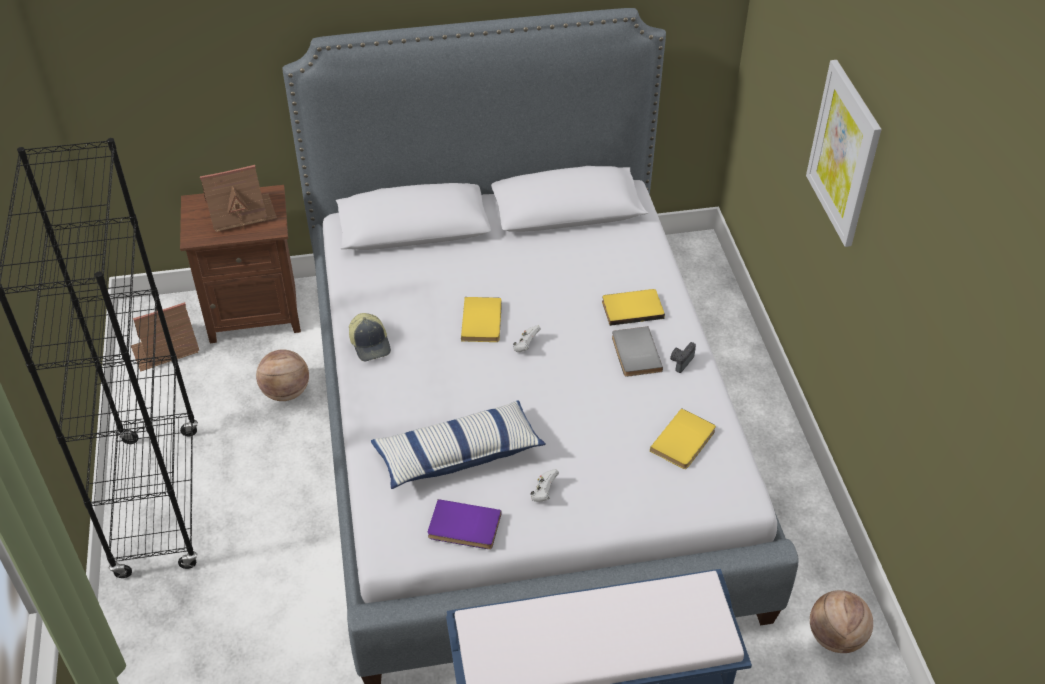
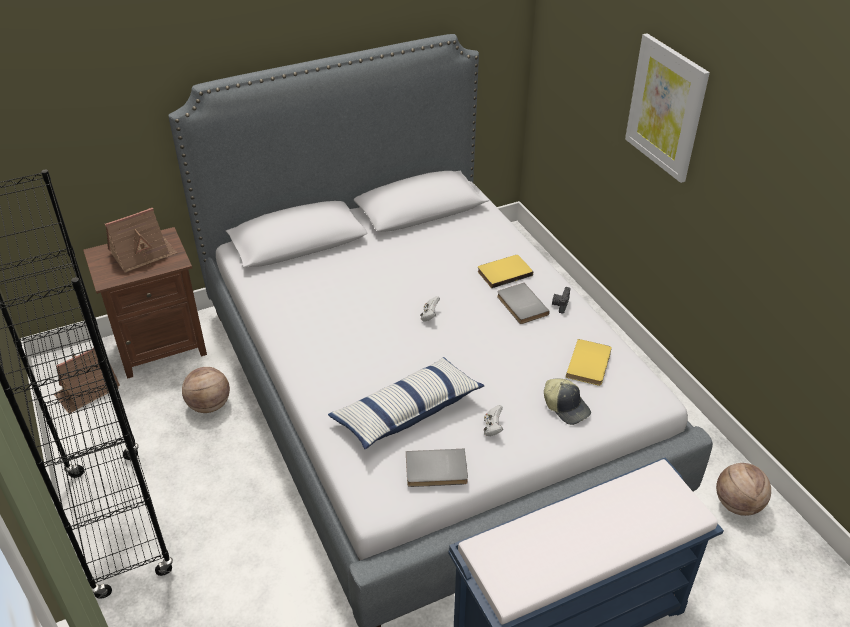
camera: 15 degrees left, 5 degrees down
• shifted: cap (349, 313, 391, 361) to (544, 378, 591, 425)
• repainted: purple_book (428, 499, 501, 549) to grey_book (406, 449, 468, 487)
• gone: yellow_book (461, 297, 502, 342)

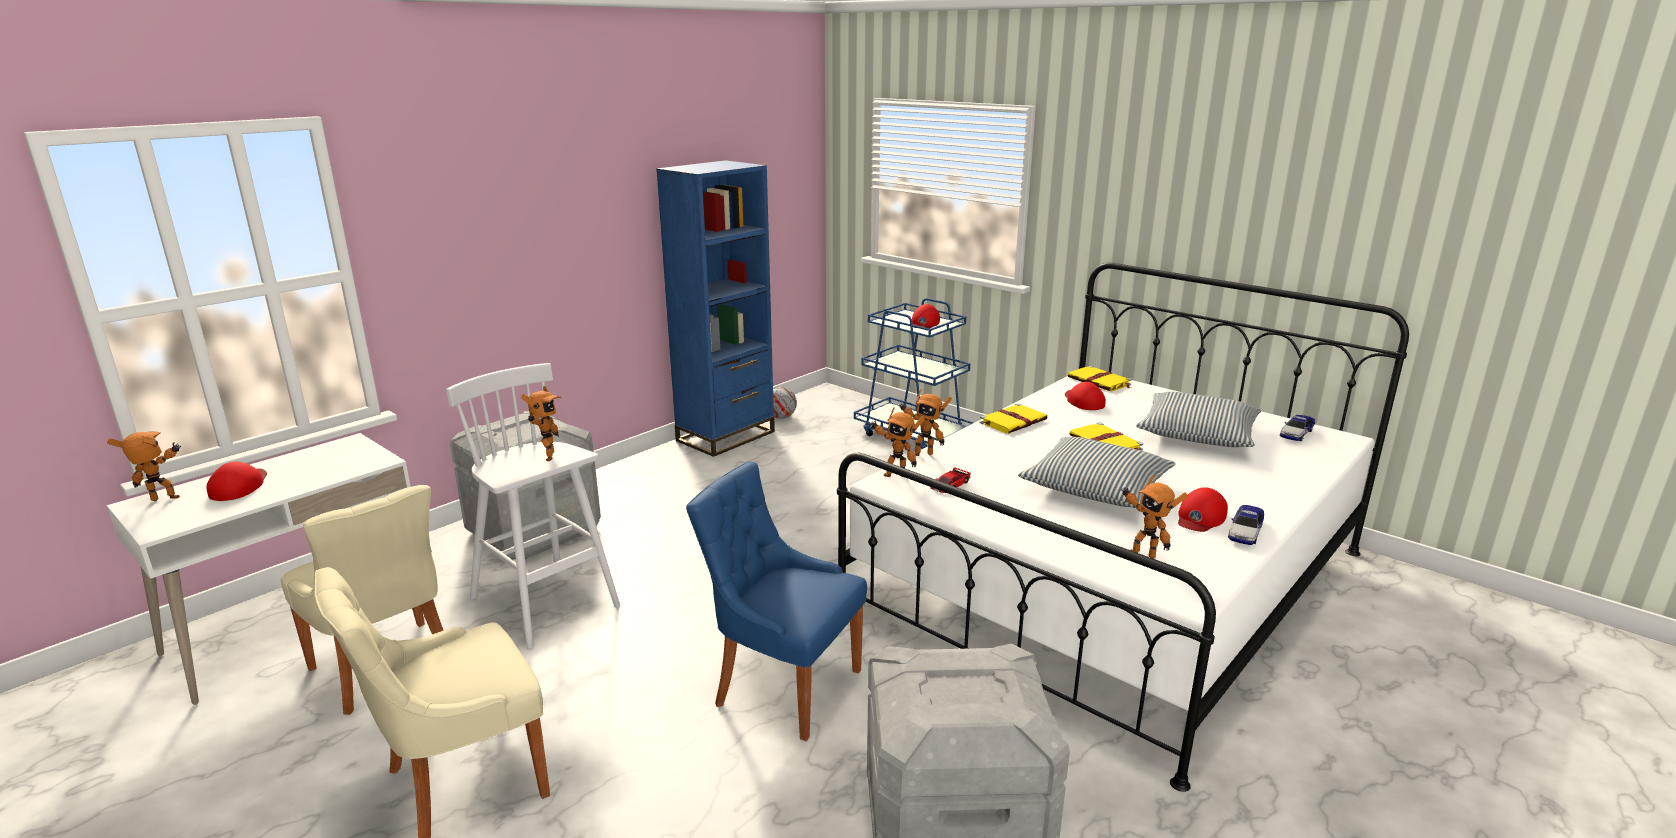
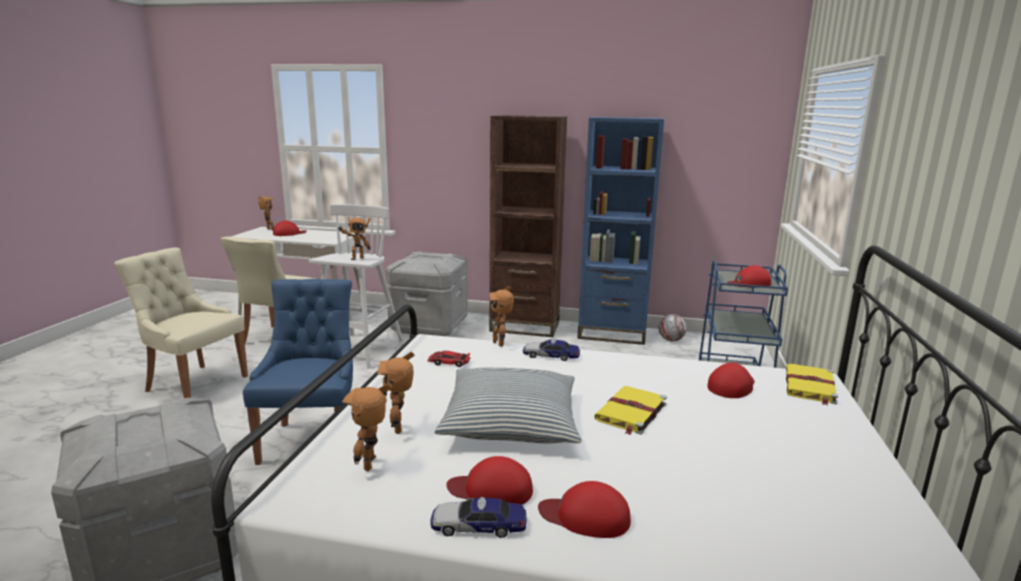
camera: 60 degrees right, 5 degrees down
• shifted: toy_robot (870, 407, 925, 477) to (377, 352, 414, 434)
• gone: yellow_book (980, 403, 1048, 434)
• gone: pillow (1136, 392, 1261, 447)
• shifted: toy_car (1280, 415, 1315, 441) to (523, 339, 580, 361)
• new: brown_bookcase (489, 115, 567, 337)
• new: red_cap (538, 481, 631, 538)

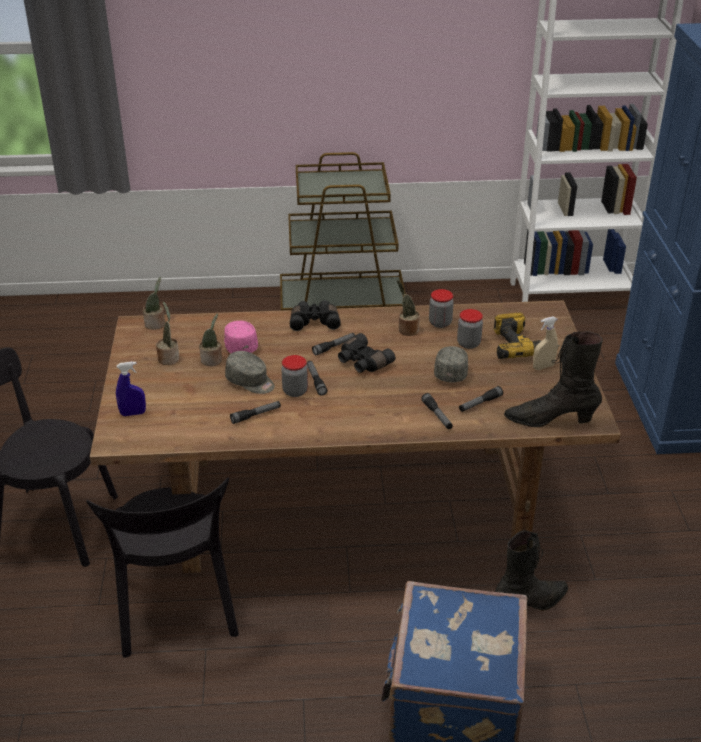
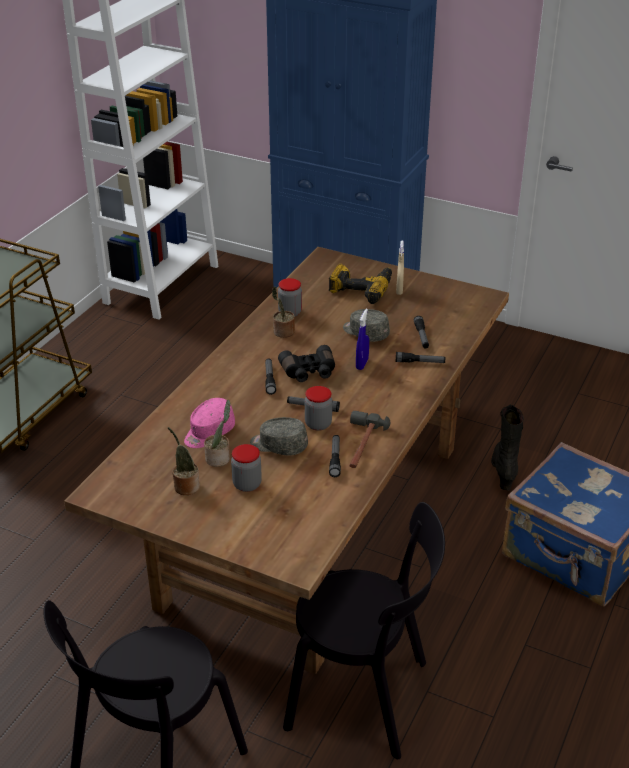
camera: 60 degrees left, 0 degrees up
• shifted: blue_spray_bottle (116, 361, 146, 416) to (356, 309, 369, 370)
• gone: potted_plant (143, 277, 165, 330)
• rotated: pink_cap (224, 321, 258, 353) = (184, 398, 235, 448) 60 degrees counterclockwise
• rotated: grey_cap (225, 351, 275, 394) = (250, 417, 308, 455) 135 degrees counterclockwise
• gone: black_binoculars (290, 300, 341, 331)
• shifted: jar (457, 309, 483, 349) to (231, 444, 262, 492)
• gone: black_boot (504, 331, 603, 427)
• new: hammer (349, 410, 390, 468)

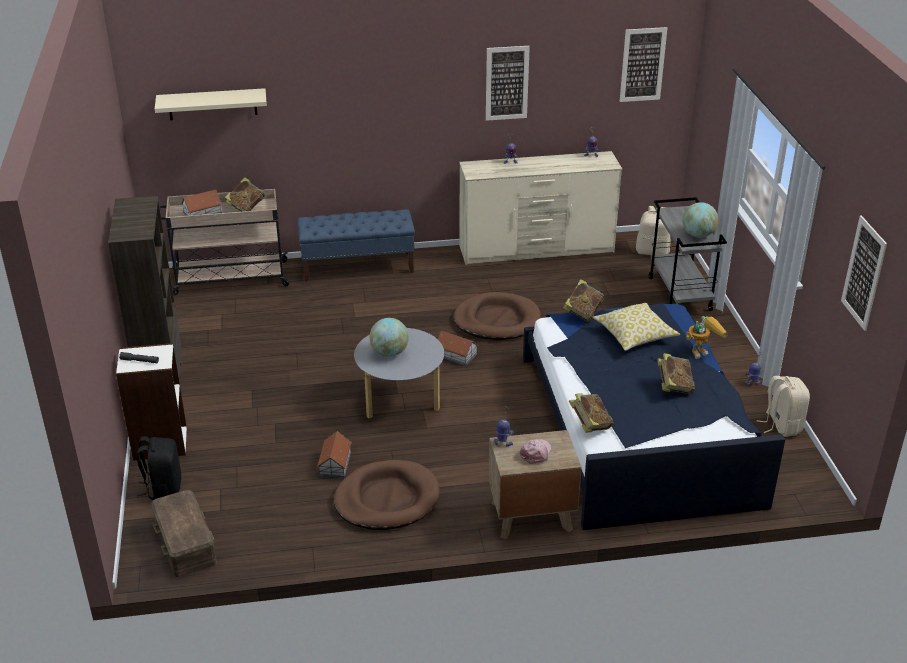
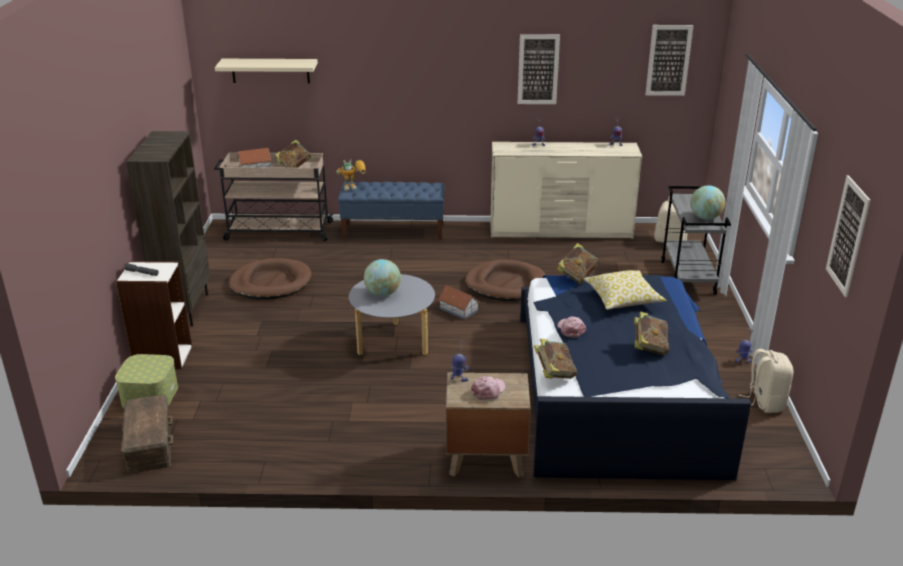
camera: 10 degrees right, 5 degrees down
• swapped: black_backpack (137, 436, 182, 500) to storage_box (115, 354, 178, 408)
• gone: toy_house (317, 431, 352, 478)
• shifted: brown_dog_bed (334, 460, 440, 530) to (229, 258, 312, 299)
• shifted: toy_robot (686, 316, 728, 359) to (336, 159, 366, 191)
• new: pink_cap (557, 316, 586, 338)

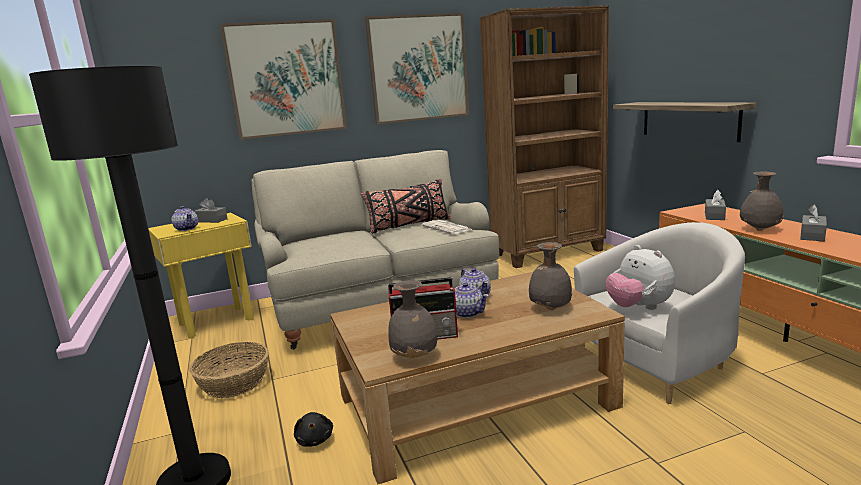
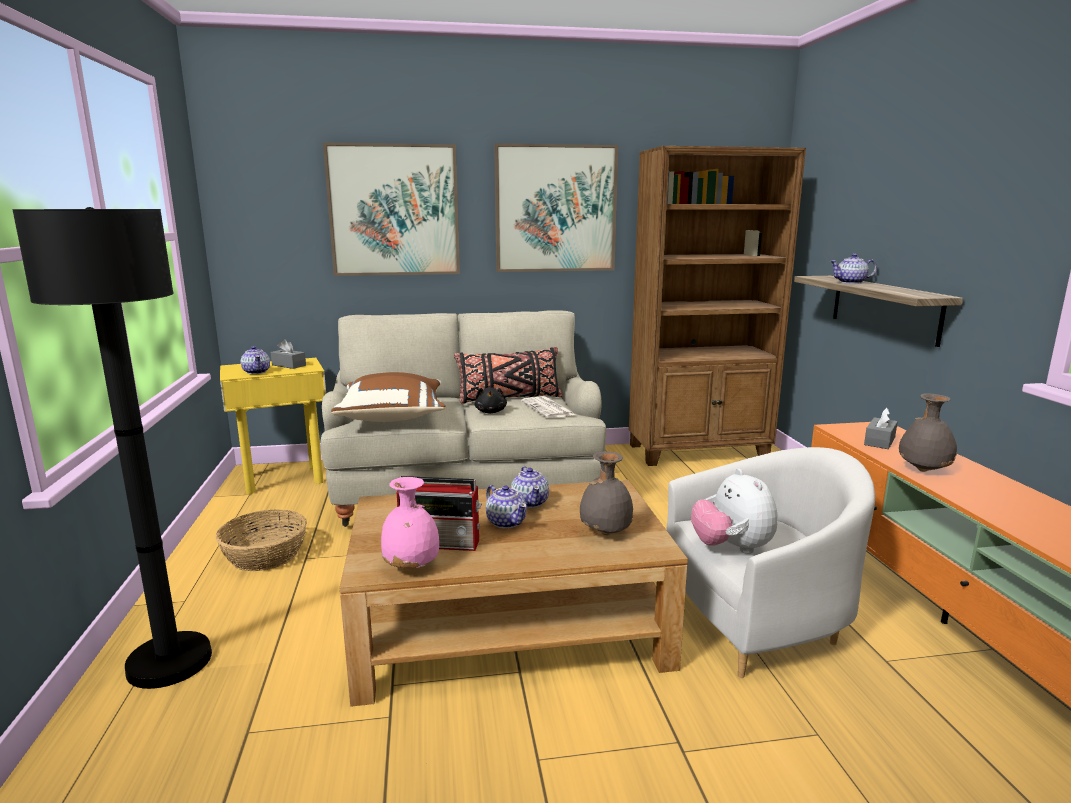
camera: 10 degrees right, 0 degrees up
• shifted: black_plush_toy (294, 412, 333, 447) to (475, 387, 507, 413)
• repainted: grey_vase (388, 280, 437, 358) to pink_vase (381, 477, 439, 569)
• gone: grey_tissue_box (800, 205, 827, 241)
• new: brown_pillow (331, 372, 446, 422)
• new: teapot (830, 254, 877, 284)

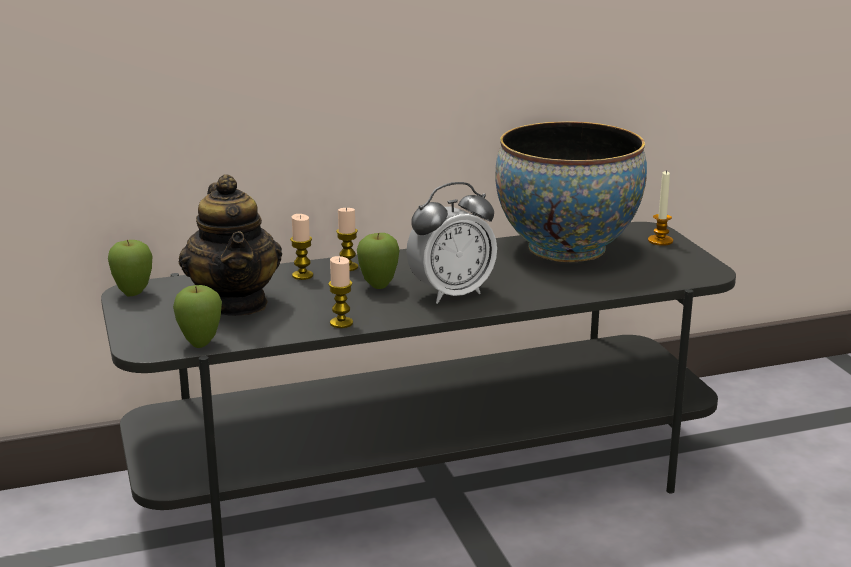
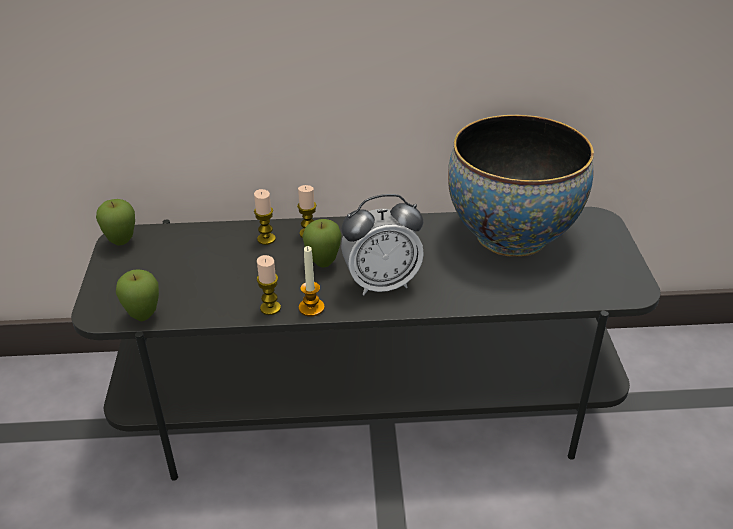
camera: 15 degrees right, 15 degrees up
• gone: teapot (179, 174, 282, 316)
• shifted: candle (648, 170, 673, 246) to (299, 246, 325, 317)

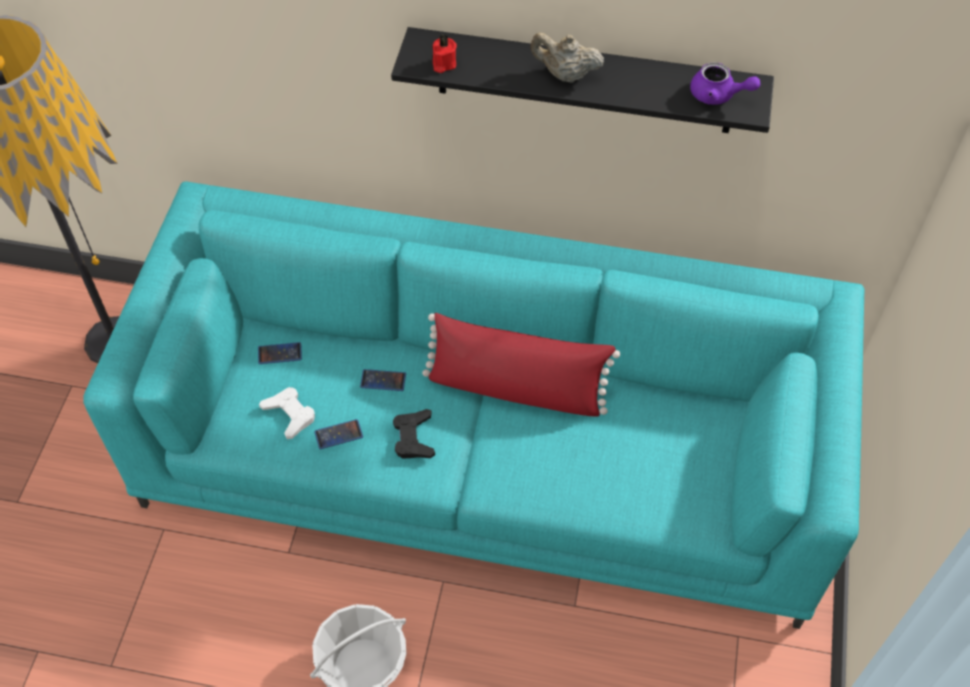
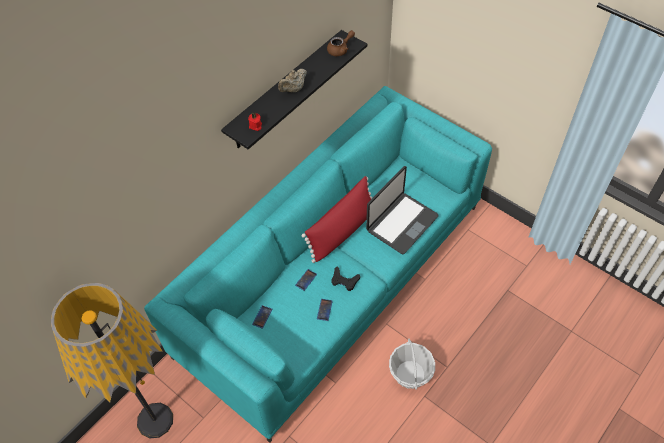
camera: 60 degrees left, 0 degrees up
• gone: white_game_controller (259, 387, 315, 439)
• repainted: purple_teapot (690, 62, 760, 105) to brown_teapot (327, 30, 355, 56)
• new: laptop (366, 166, 438, 254)

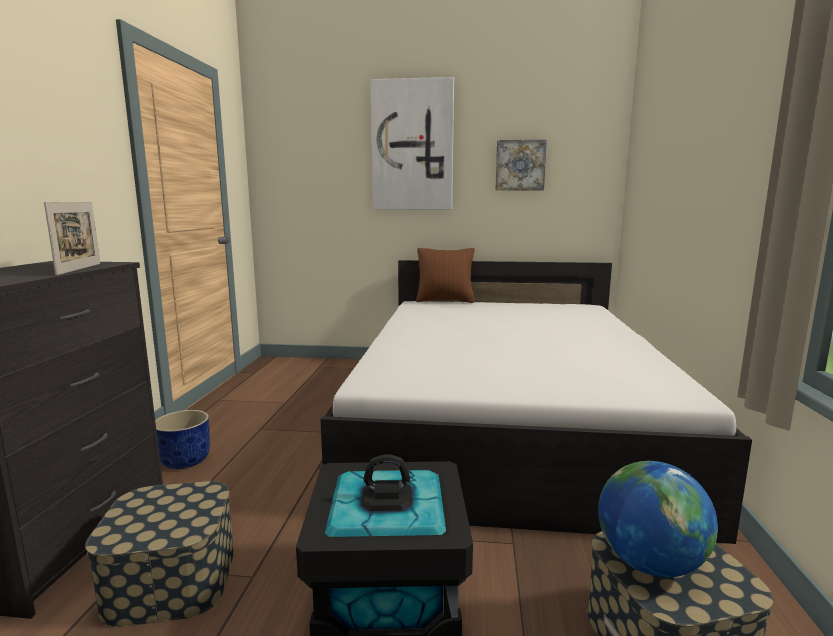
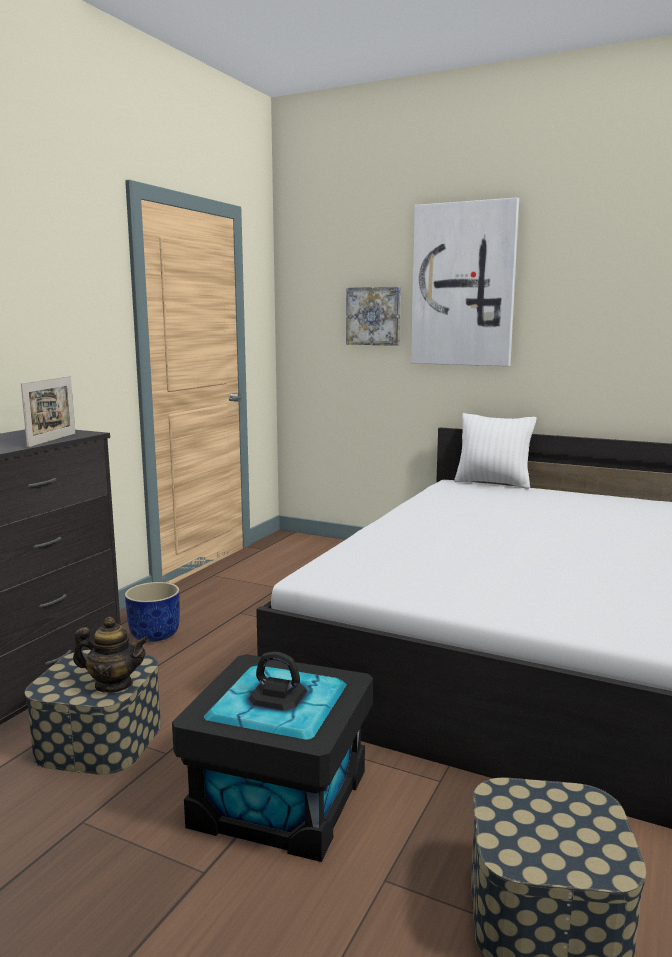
camera: 20 degrees right, 0 degrees up
• repainted: brown_pillow (416, 248, 475, 303) to white_pillow (454, 413, 536, 489)
• shifted: picture (495, 139, 547, 191) to (346, 287, 401, 346)
• gone: globe (598, 461, 718, 577)
• new: teapot (73, 617, 149, 693)

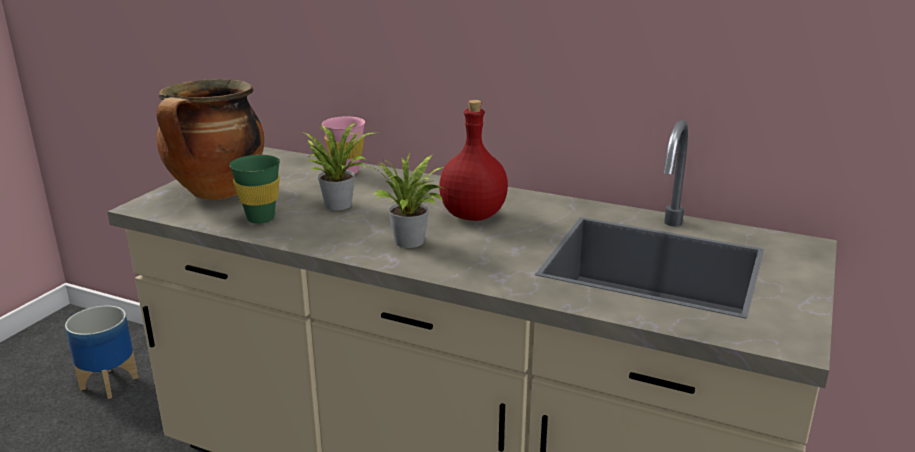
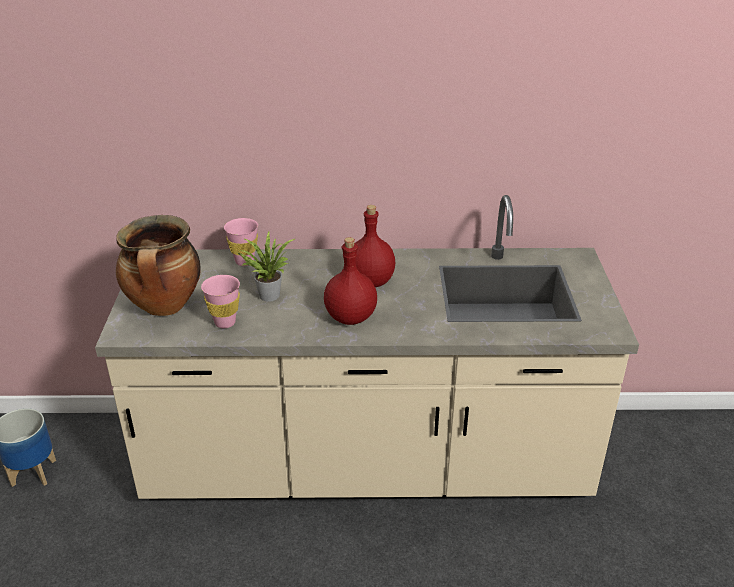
camera: 25 degrees left, 10 degrees up
• repainted: green_cup (229, 155, 280, 223) to pink_cup (201, 275, 240, 328)
• swapped: potted_plant (363, 153, 445, 248) to red_bottle (324, 237, 377, 325)

